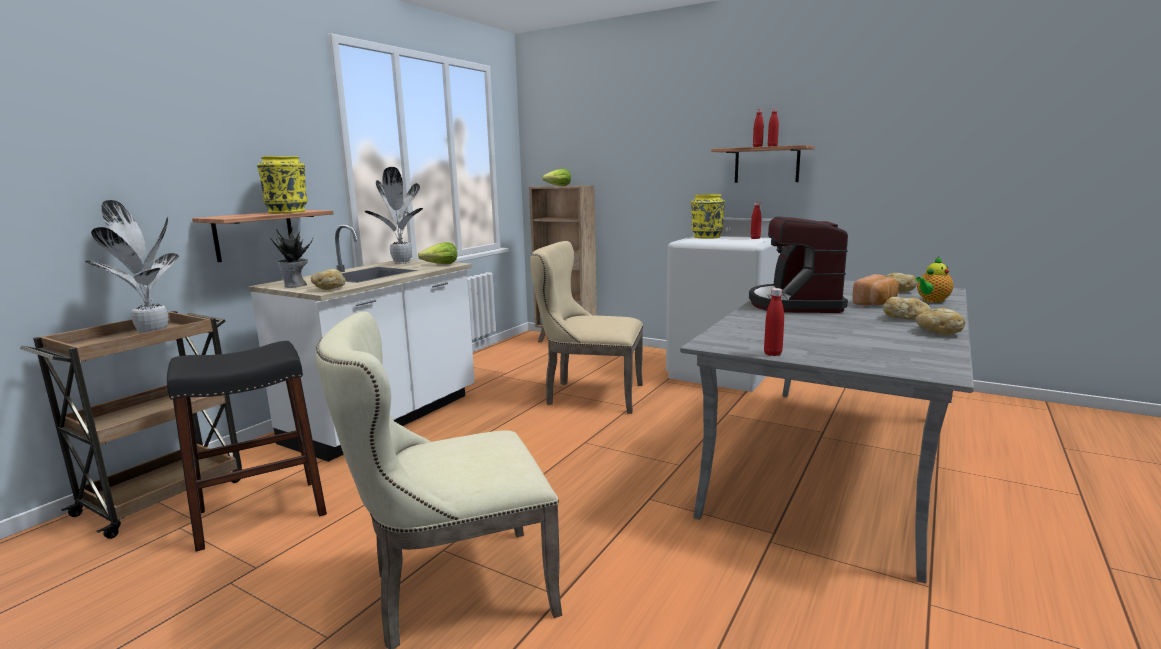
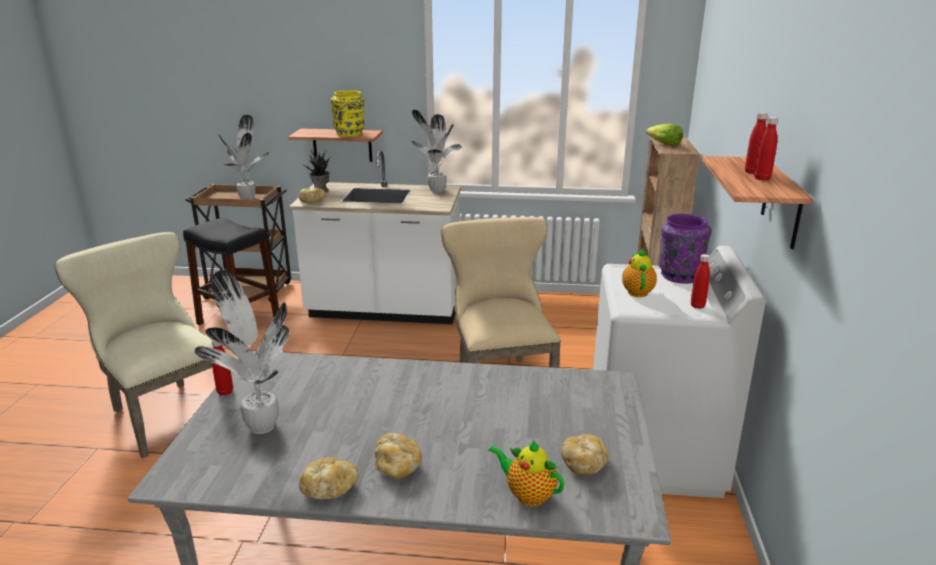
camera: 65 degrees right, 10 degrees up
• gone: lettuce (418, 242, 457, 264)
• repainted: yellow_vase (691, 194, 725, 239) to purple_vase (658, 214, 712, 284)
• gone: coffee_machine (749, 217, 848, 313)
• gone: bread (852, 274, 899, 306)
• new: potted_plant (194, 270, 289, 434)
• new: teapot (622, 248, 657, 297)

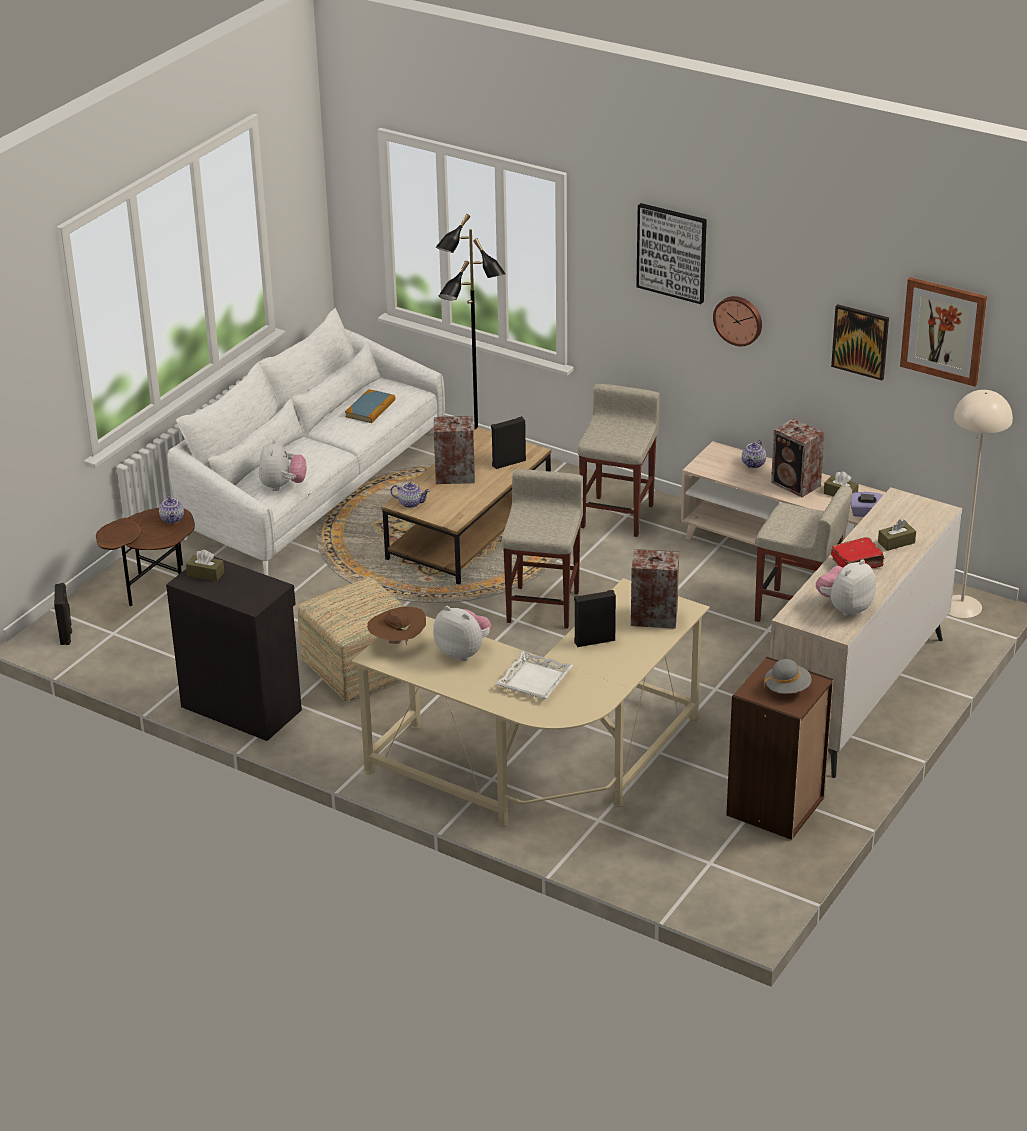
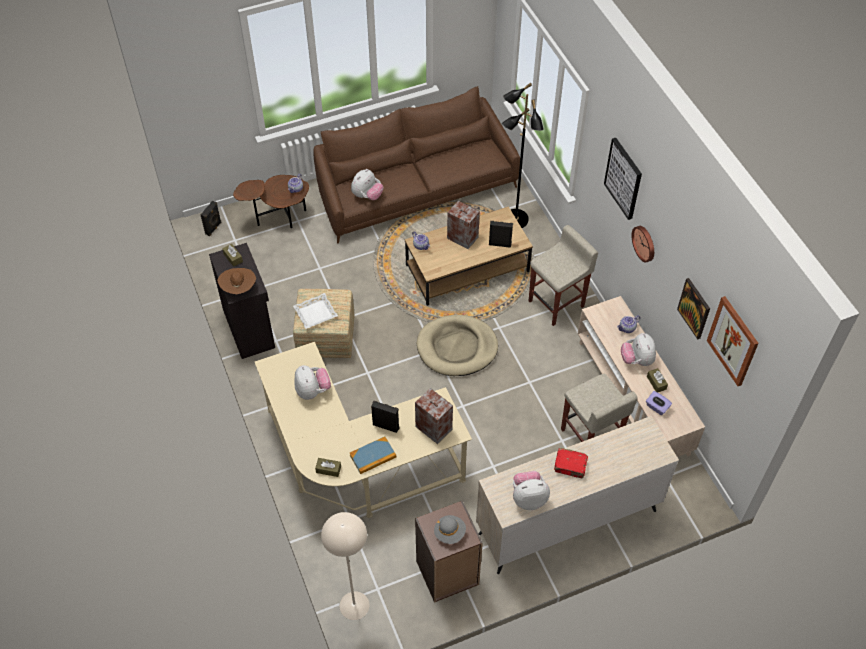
camera: 35 degrees right, 20 degrees up
• repainted: white_sofa (167, 308, 445, 576) to brown_sofa (313, 86, 520, 244)
• shifted: book (345, 389, 395, 423) to (350, 437, 397, 474)
• shifted: brown_hat (367, 607, 426, 645) to (217, 268, 256, 294)
• shifted: white_tray (496, 651, 573, 699) to (293, 293, 338, 329)
• swapped: beige_stool (502, 469, 583, 629) to beige_dog_bed (416, 315, 498, 376)
• swapped: speaker (771, 419, 824, 497) to plush_toy (621, 333, 656, 366)
• shifted: brown_tissue_box (878, 520, 916, 551) to (315, 458, 341, 477)
• shifted: beige_floor_lamp (949, 390, 1013, 618) to (321, 512, 369, 620)

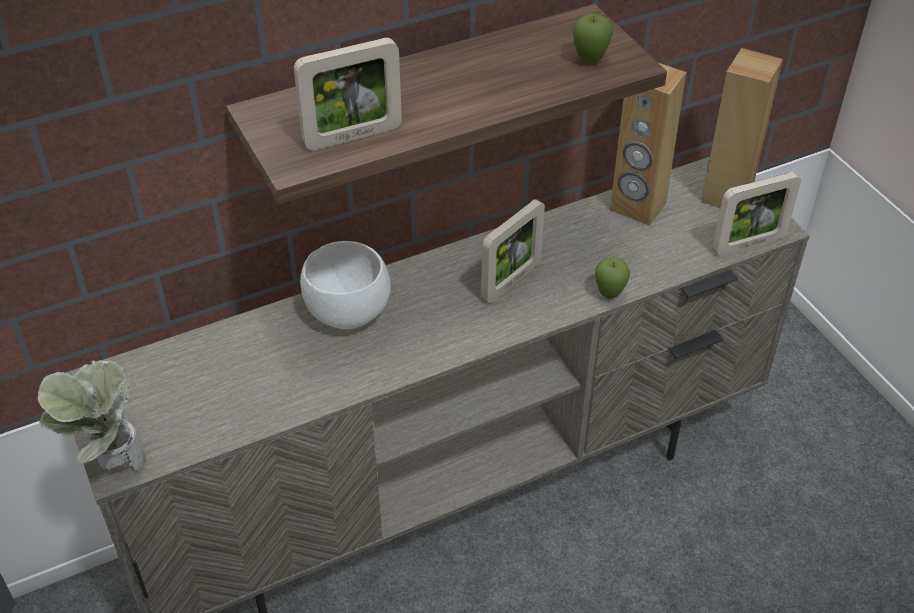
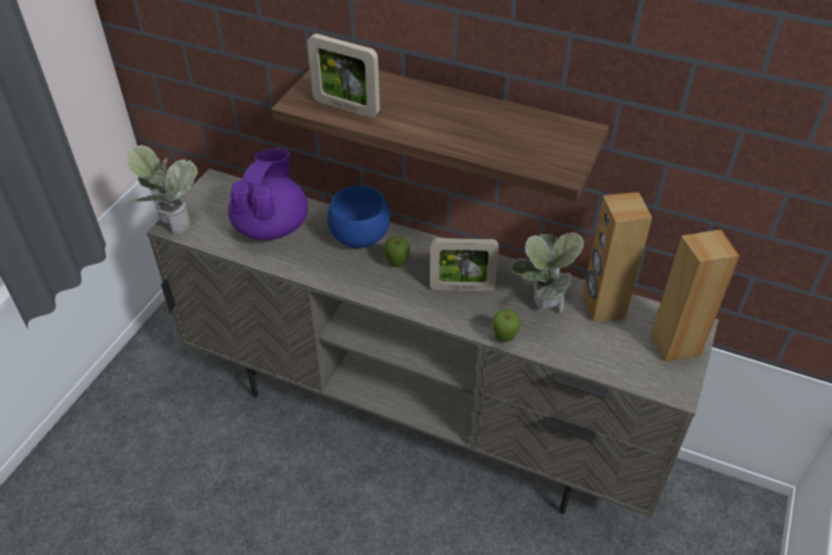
camera: 50 degrees right, 0 degrees up
• repainted: white_bowl (300, 241, 391, 329) to blue_bowl (327, 186, 390, 248)
• shifted: apple (573, 13, 613, 64) to (384, 236, 410, 267)
• gone: picture_frame (713, 172, 801, 256)
• new: purple_teapot (228, 148, 308, 240)
• new: potted_plant (510, 232, 584, 313)

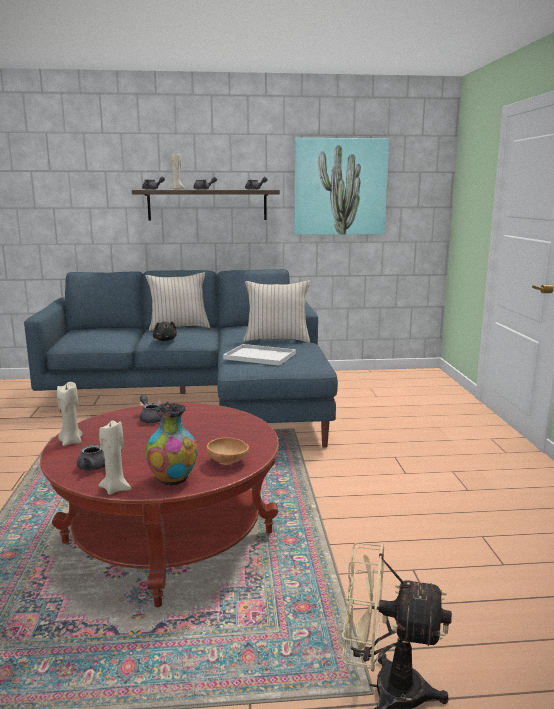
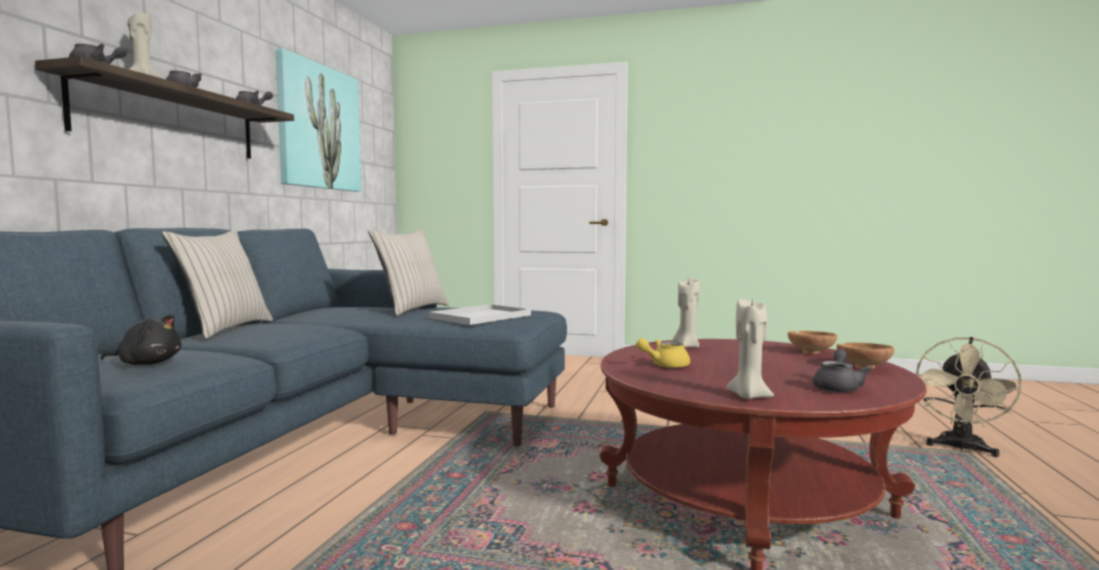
camera: 70 degrees left, 10 degrees down
• shifted: beige_candle (99, 420, 131, 495) to (672, 278, 700, 348)
• repainted: grey_teapot (139, 394, 168, 423) to yellow_teapot (636, 338, 690, 368)
• swapped: vase (145, 403, 198, 486) to brown_bowl (837, 342, 894, 369)
• shifted: black_plush_toy (153, 321, 177, 341) to (101, 314, 181, 365)

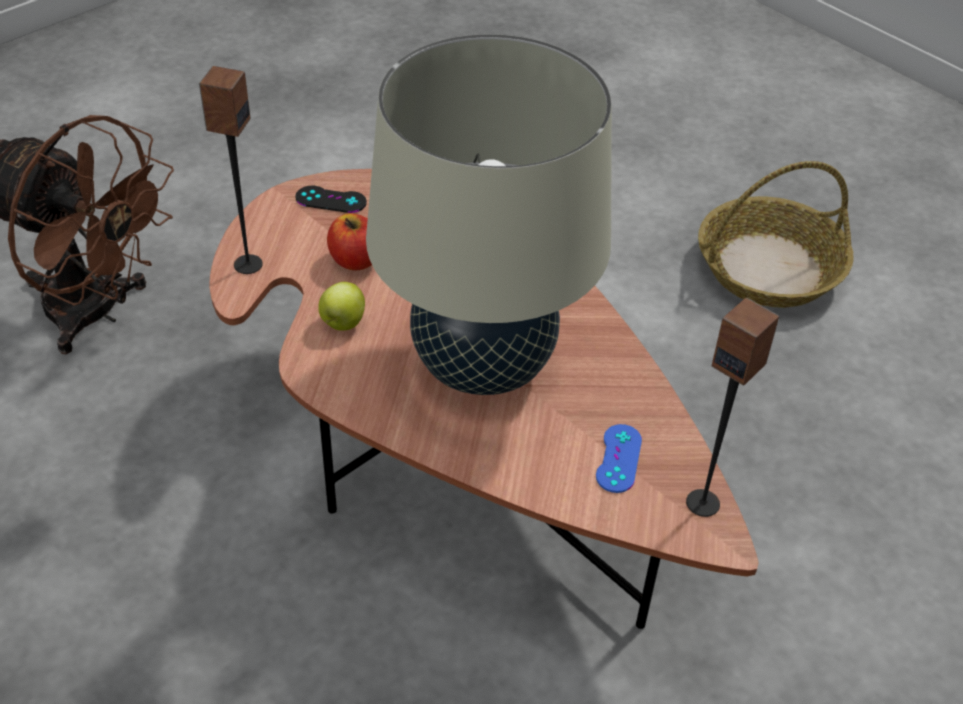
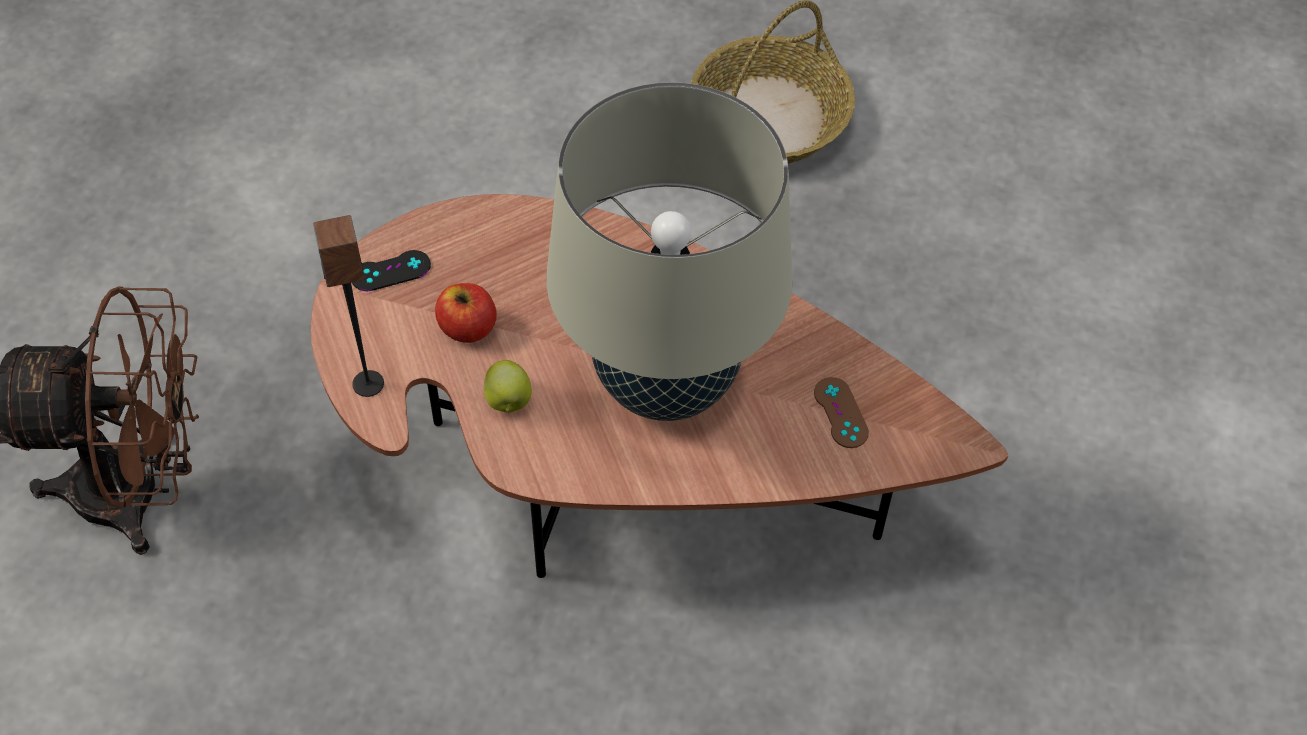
camera: 30 degrees left, 10 degrees up
• repainted: blue_game_controller (596, 424, 642, 493) to brown_game_controller (814, 377, 869, 448)
• gone: speaker (686, 297, 780, 517)

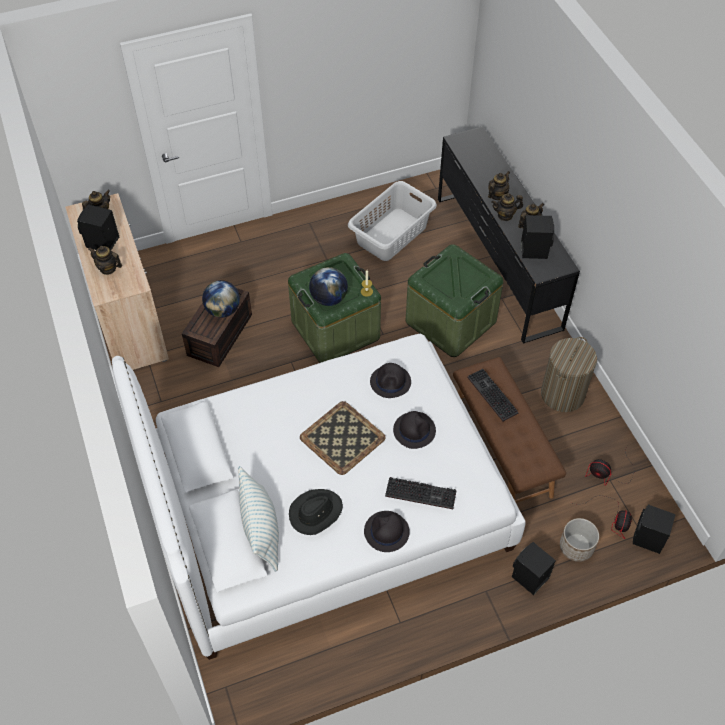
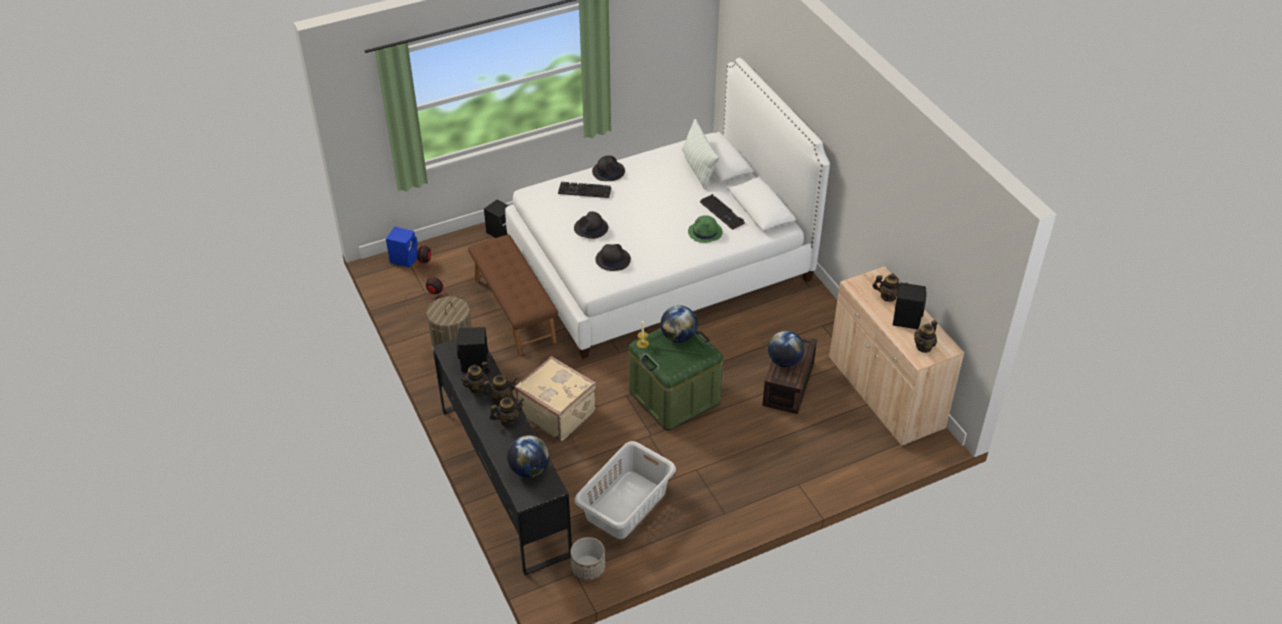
camera: 175 degrees right, 10 degrees down
• gone: black_hat (289, 489, 343, 535)
• gone: tray (300, 401, 386, 475)
• swapped: green_storage_box (406, 244, 503, 357) to beige_suitcase (515, 356, 597, 441)
• shifted: keyboard (467, 369, 518, 421) to (700, 194, 745, 230)
• rotated: teapot (488, 171, 510, 200) = (490, 397, 524, 426) 150 degrees counterclockwise
• shifted: planter (560, 518, 599, 562) to (570, 537, 605, 581)
• repainted: black_speaker (633, 504, 676, 554) to blue_speaker (386, 227, 418, 268)
• new: globe (507, 435, 550, 478)
• new: green_hat (688, 215, 723, 243)

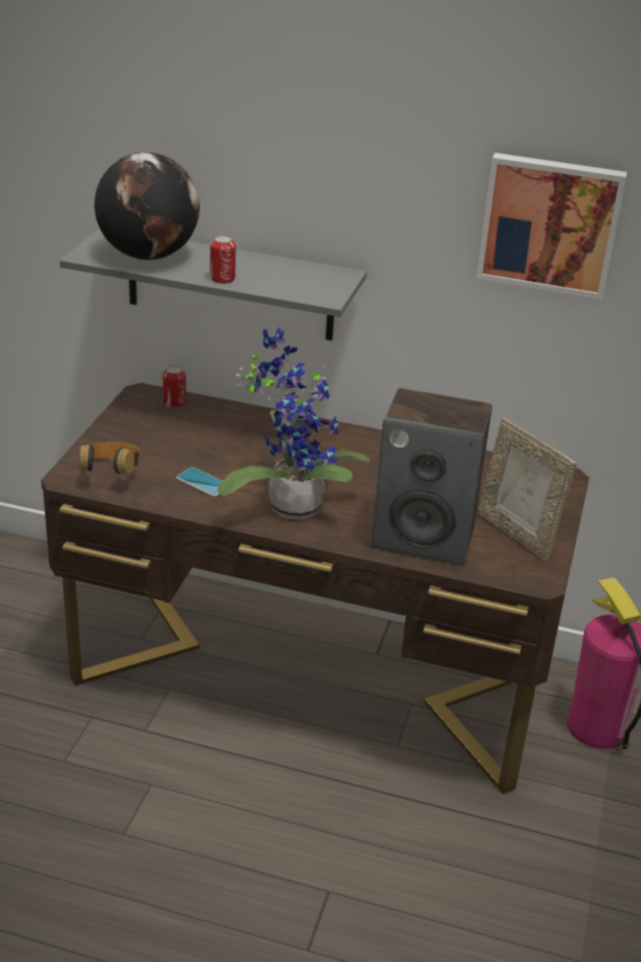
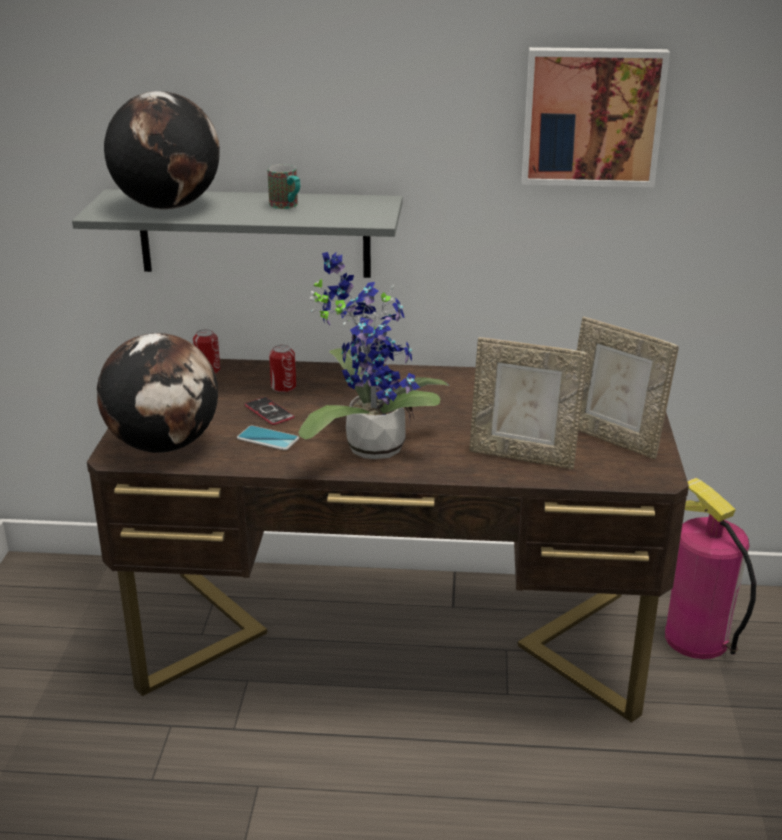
camera: 10 degrees left, 5 degrees down
• swapped: headphones (79, 442, 141, 475) to globe (97, 333, 218, 453)
• shifted: can (210, 235, 236, 284) to (269, 345, 296, 392)
• swapped: speaker (371, 388, 492, 566) to picture_frame (469, 337, 588, 469)
• new: phone (245, 397, 295, 425)
• new: mug (267, 164, 300, 209)

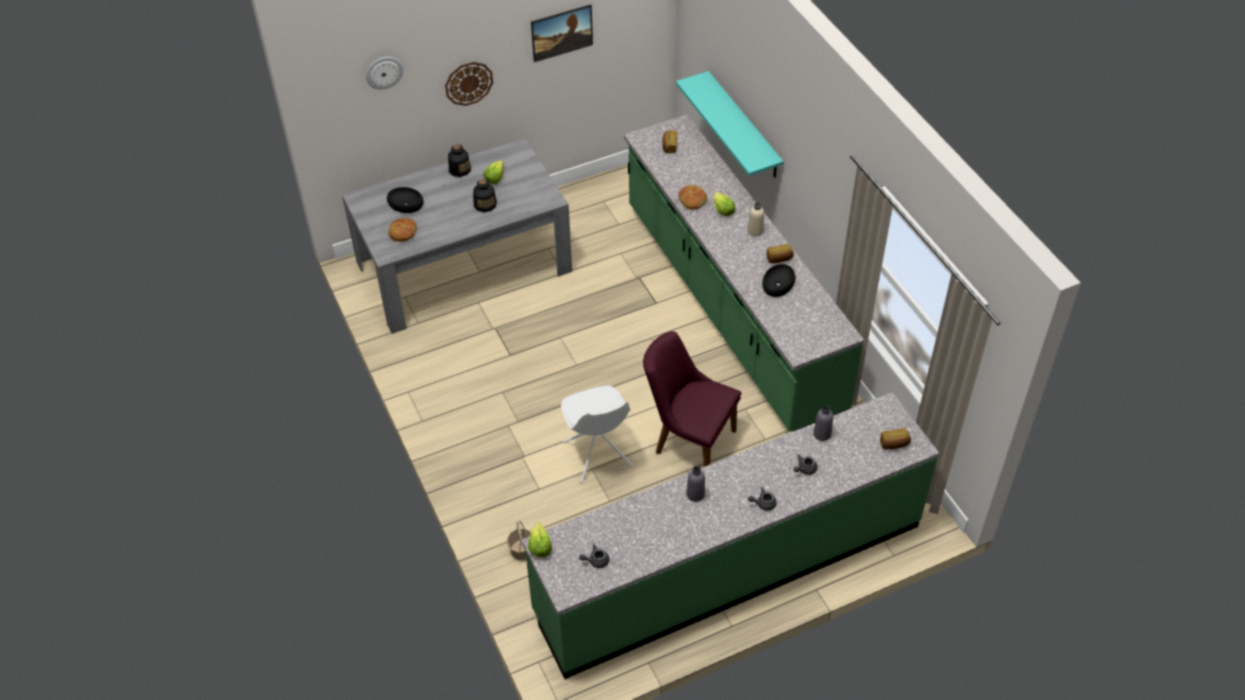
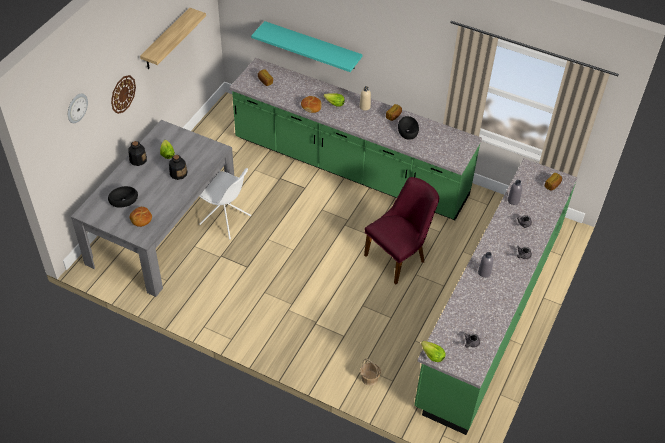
camera: 40 degrees left, 0 degrees up
• swapped: picture (531, 4, 593, 62) to shelf (140, 8, 206, 69)
• shifted: white_chair (561, 386, 633, 483) to (199, 168, 251, 239)
• rotated: purple_chair (643, 331, 741, 467) = (364, 177, 439, 284) 150 degrees clockwise

